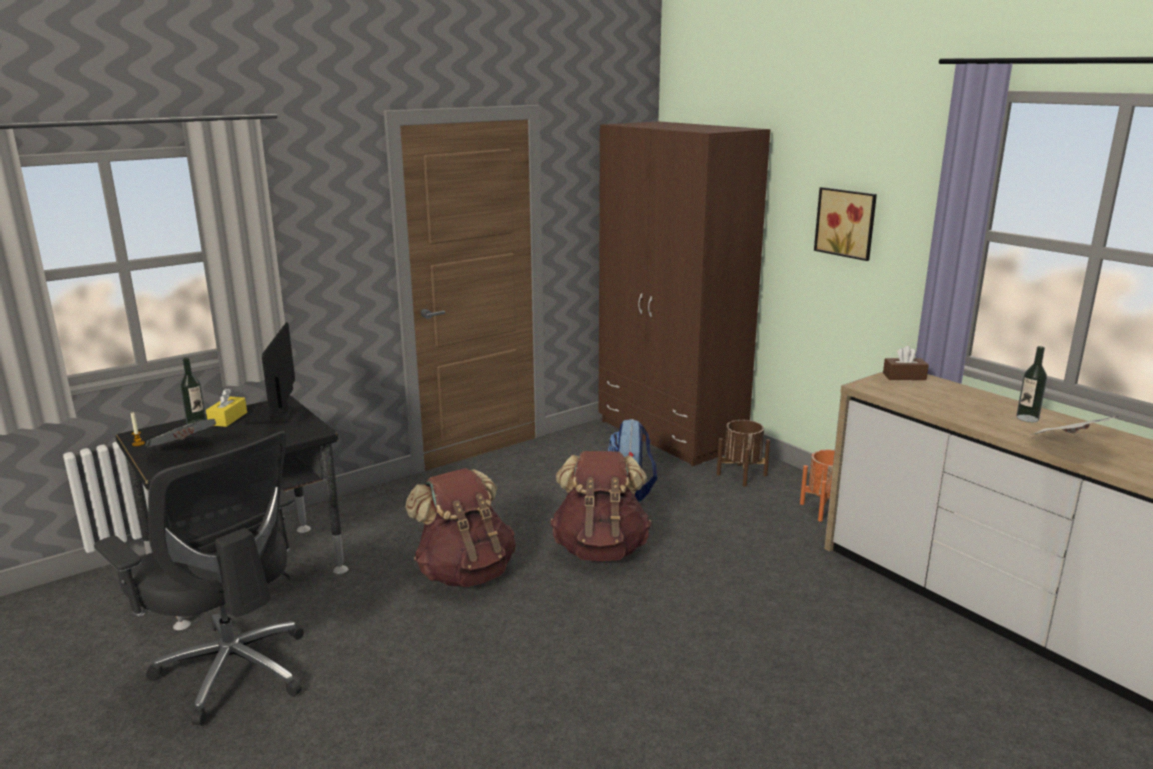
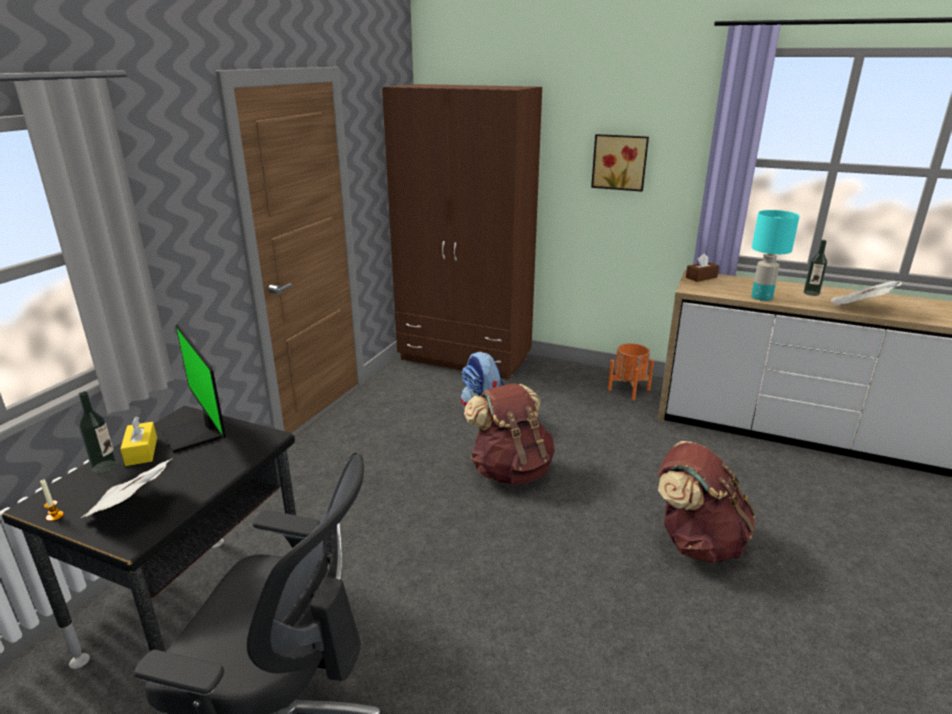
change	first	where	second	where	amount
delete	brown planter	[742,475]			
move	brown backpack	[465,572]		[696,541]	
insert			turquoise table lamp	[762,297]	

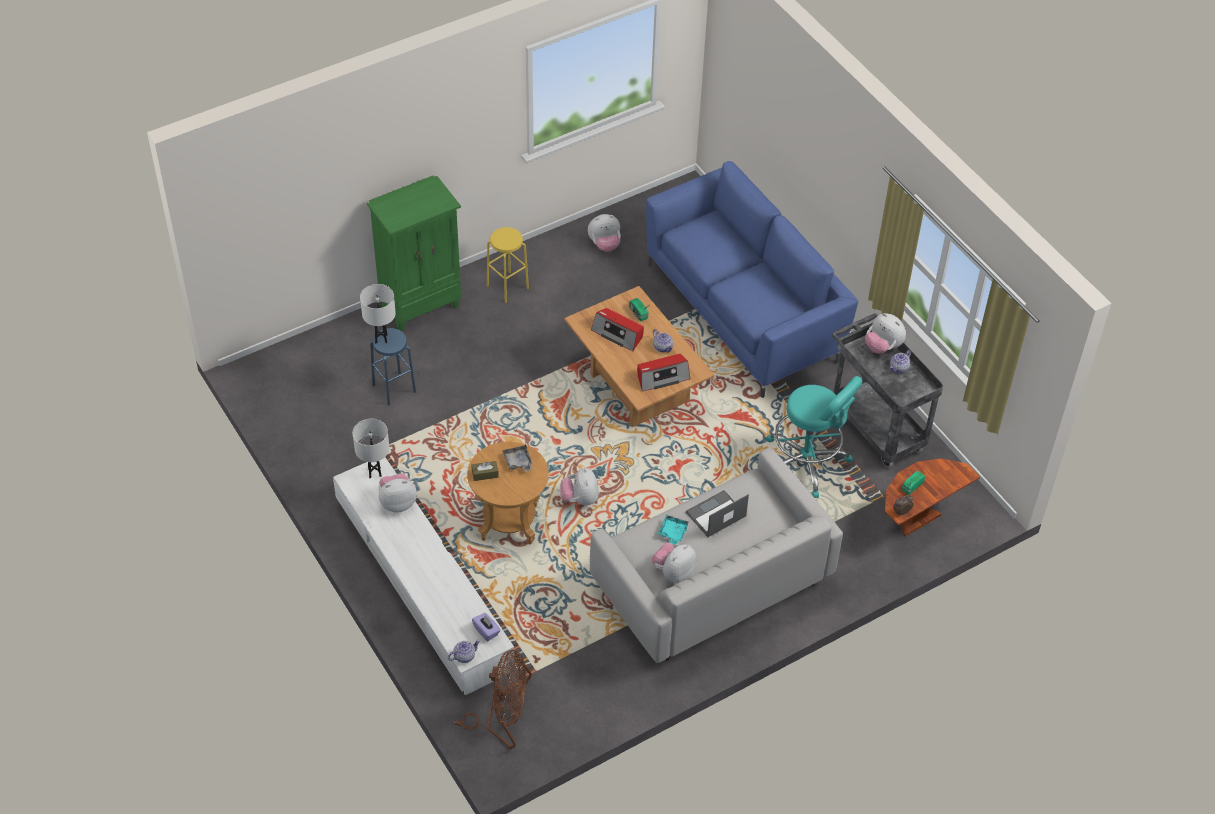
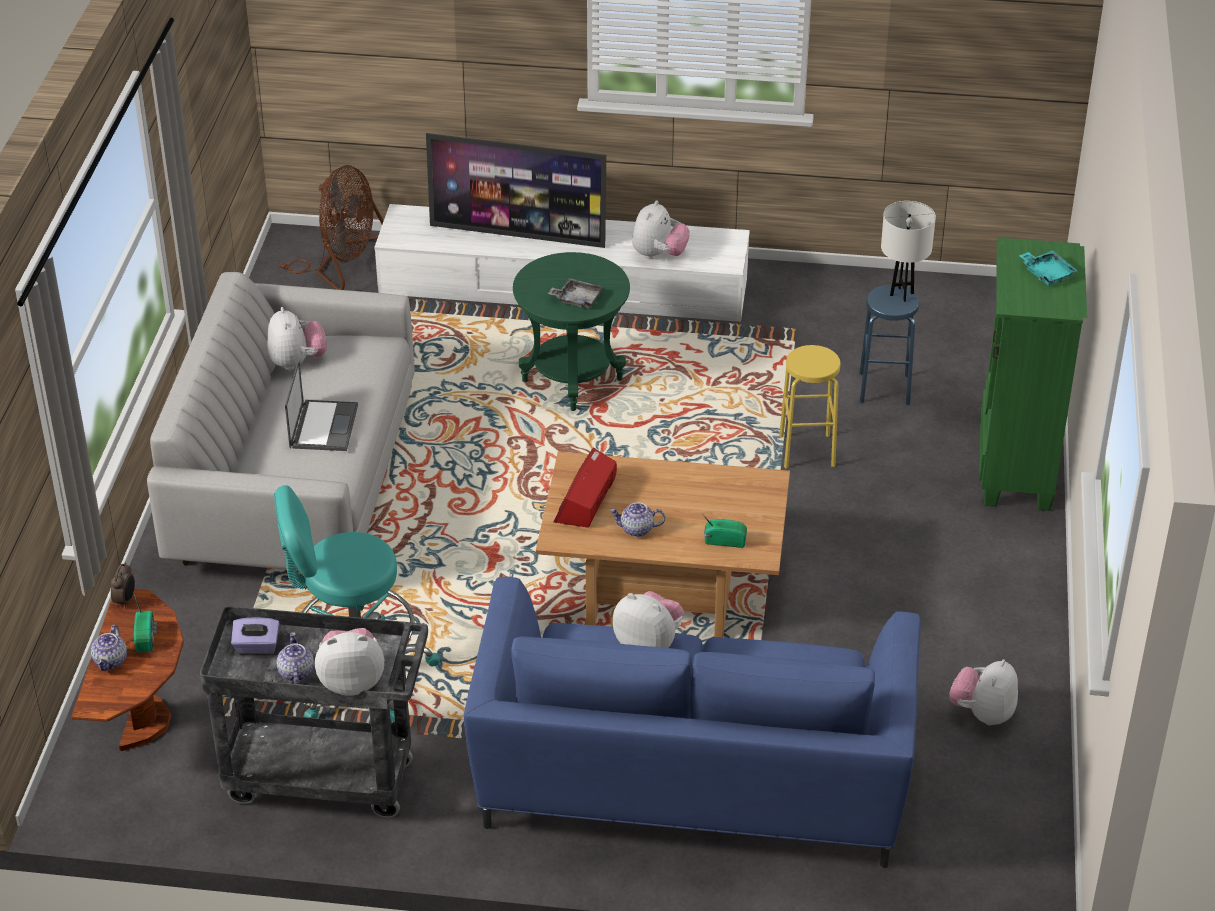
change	first	where	second	where	amount
move	yellow stool	[507,287]		[806,451]	
delete	radio	[618,334]			
delete	white table lamp	[374,473]			
recolor	brown side table	[509,522]	green side table	[572,380]	
delete	brown tissue box	[485,474]			
move	plush toy	[580,499]		[648,644]	
move	turquoise tray	[672,533]		[1047,273]	
move	purple tissue box	[486,631]		[256,647]	
move	teapot	[464,656]		[111,661]	
rotate	brown fan	[502,715]		[339,264]	120 degrees counterclockwise
insert			television	[518,235]	

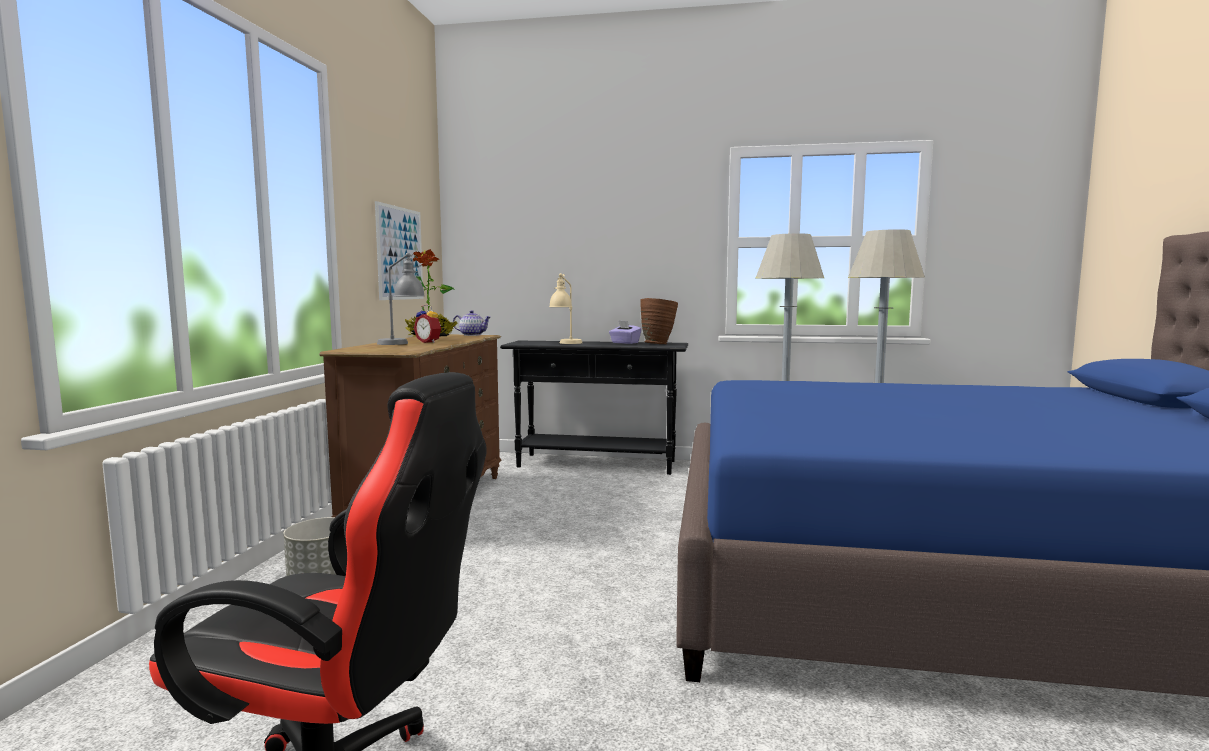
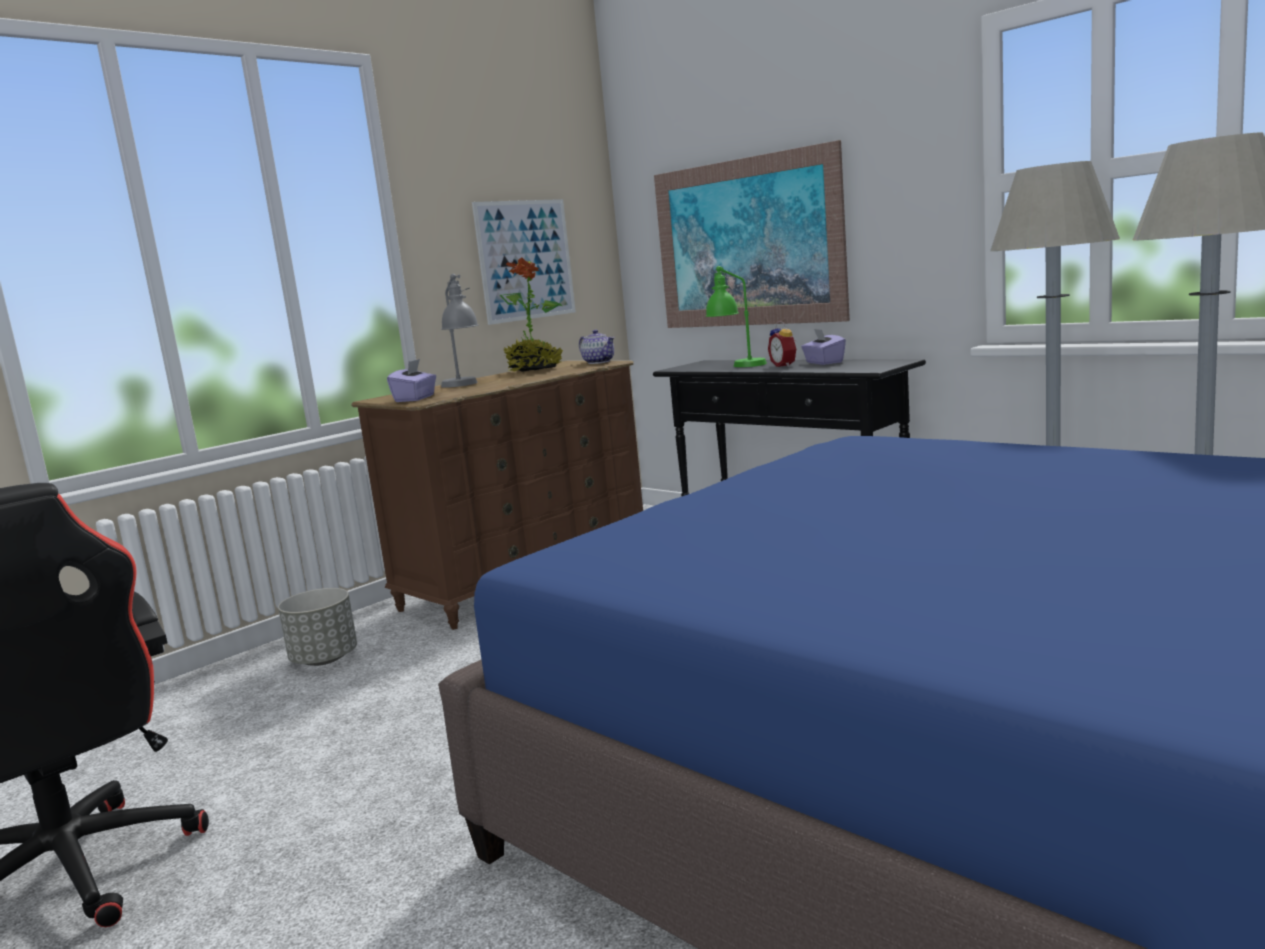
change	first	where	second	where	amount
recolor	beige table lamp	[566,343]	green table lamp	[738,367]	
delete	brown vase	[658,344]			
move	alarm clock	[429,342]		[785,365]	
insert			picture	[747,243]	
insert			purple tissue box	[415,399]	

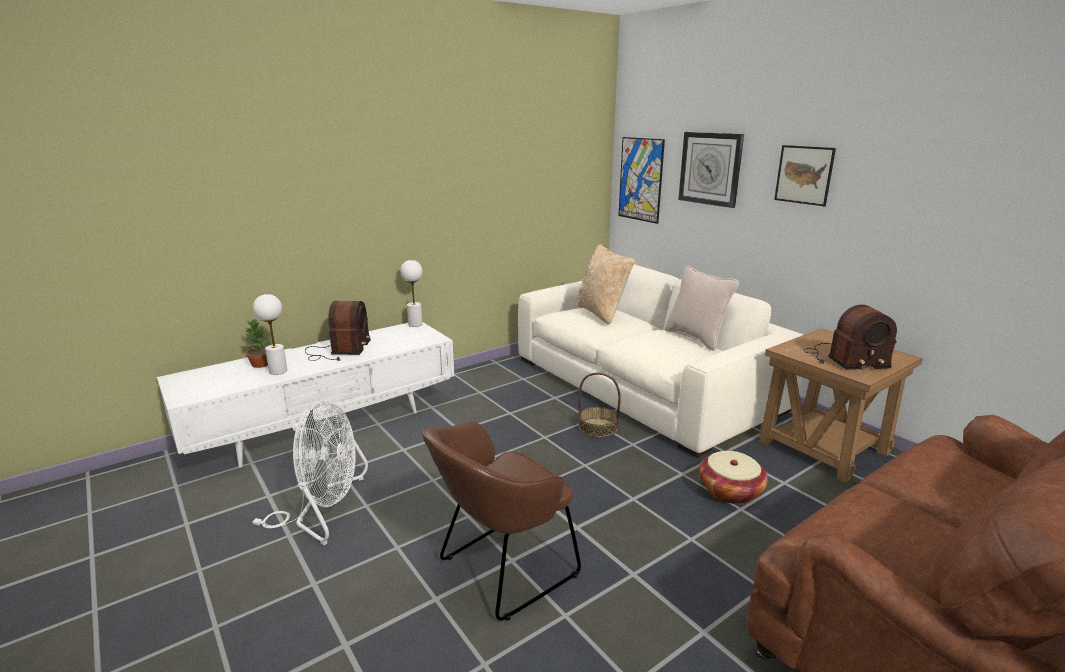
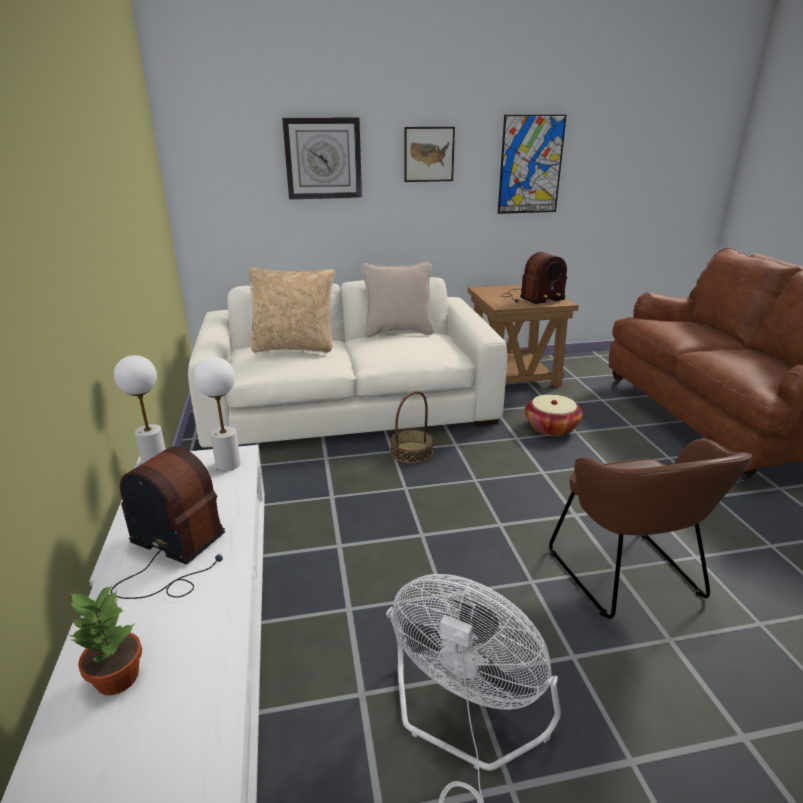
change	first	where	second	where	amount
move	picture	[640,179]		[530,165]	
move	white table lamp	[278,371]		[228,464]	
rotate	radio	[843,359]		[531,298]	45 degrees clockwise

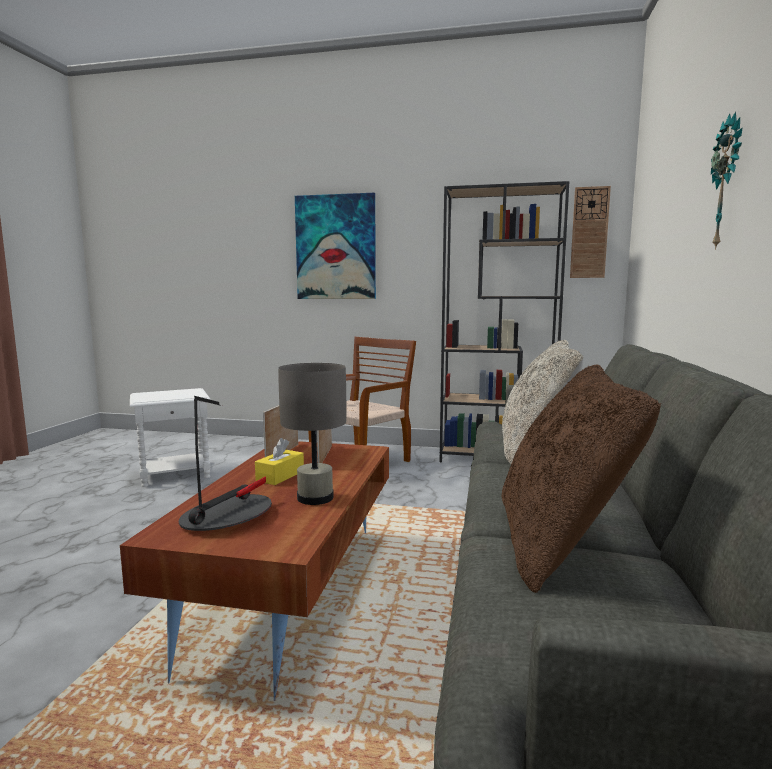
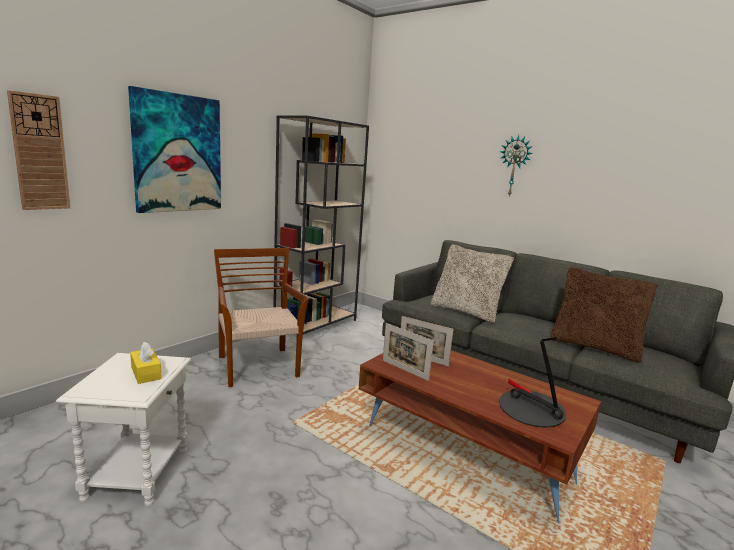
change	first	where	second	where	amount
move	wall clock	[589,233]		[40,153]	
delete	grey table lamp	[316,498]			
move	yellow tissue box	[280,476]		[146,373]	

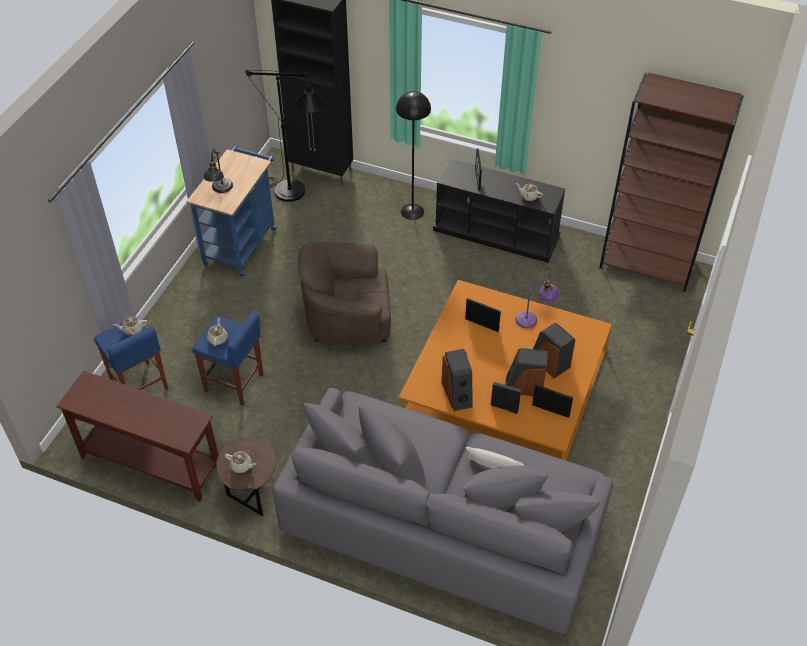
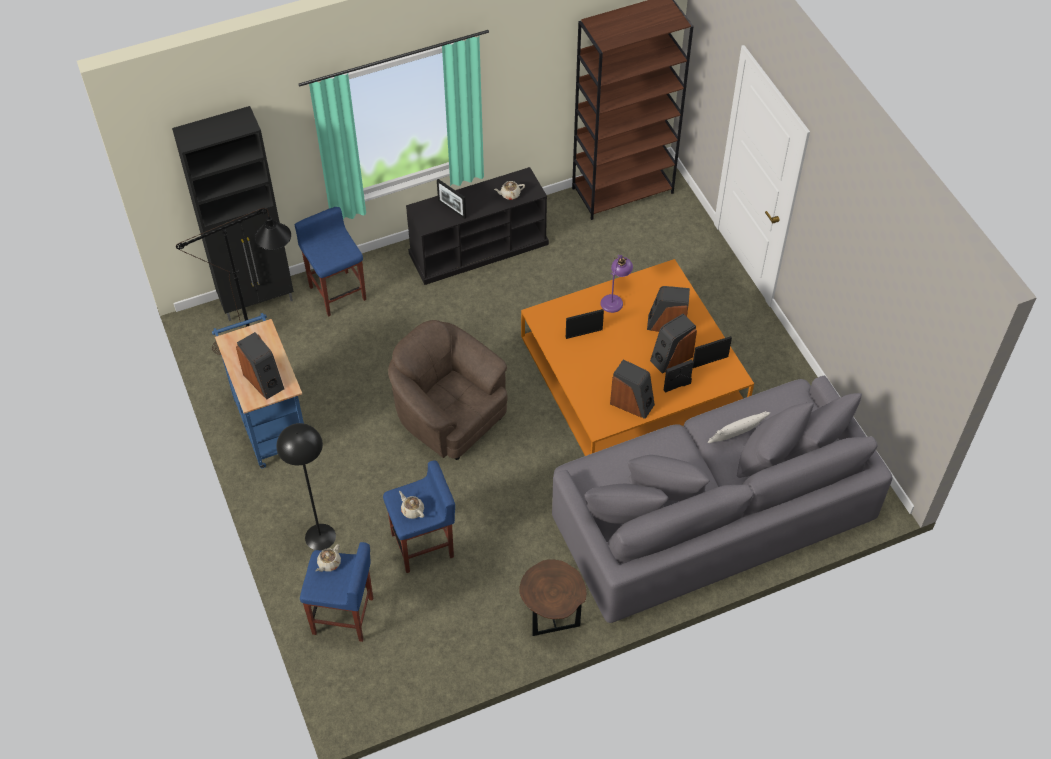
change	first	where	second	where	amount
move	black floor lamp	[412,211]		[320,536]	
replace	grey table lamp	[220,192]	speaker	[264,380]	
rotate	brown armchair	[348,320]		[450,416]	90 degrees clockwise
delete	brown console table	[150,462]			
delete	beige teapot	[241,466]			
insert			blue stool	[337,292]	

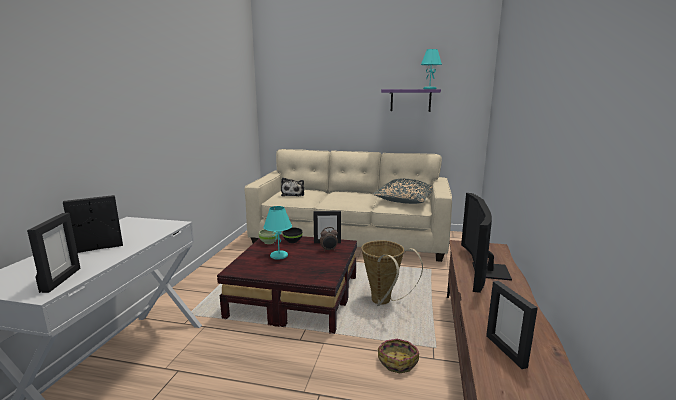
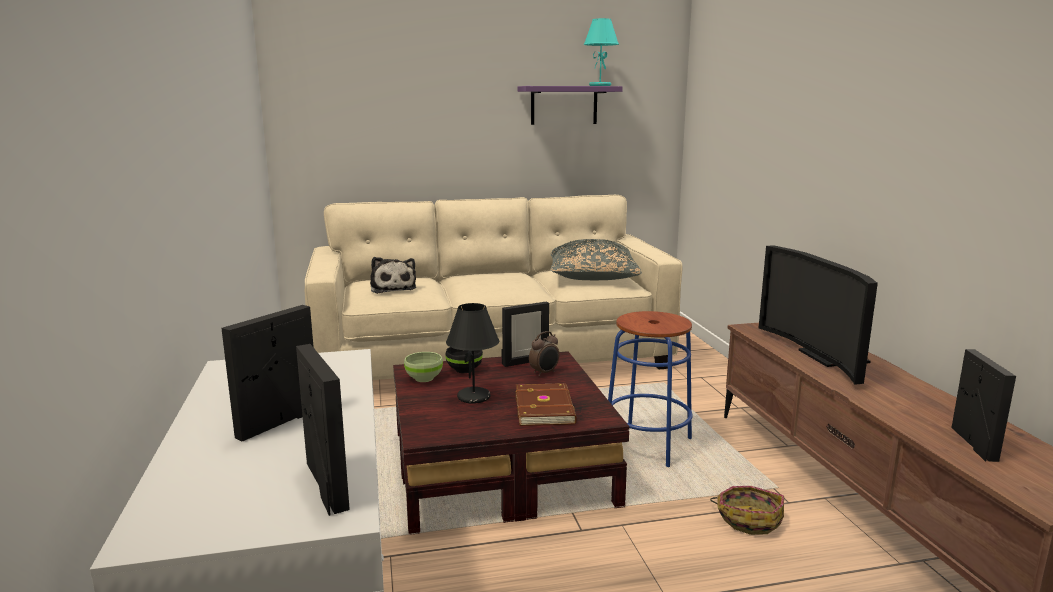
change	first	where	second	where	amount
recolor	turquoise table lamp	[279,256]	black table lamp	[474,397]	
replace	basket	[383,302]	blue stool	[647,444]	
rotate	picture frame	[506,350]		[972,444]	135 degrees counterclockwise
insert			brown book	[546,408]	

